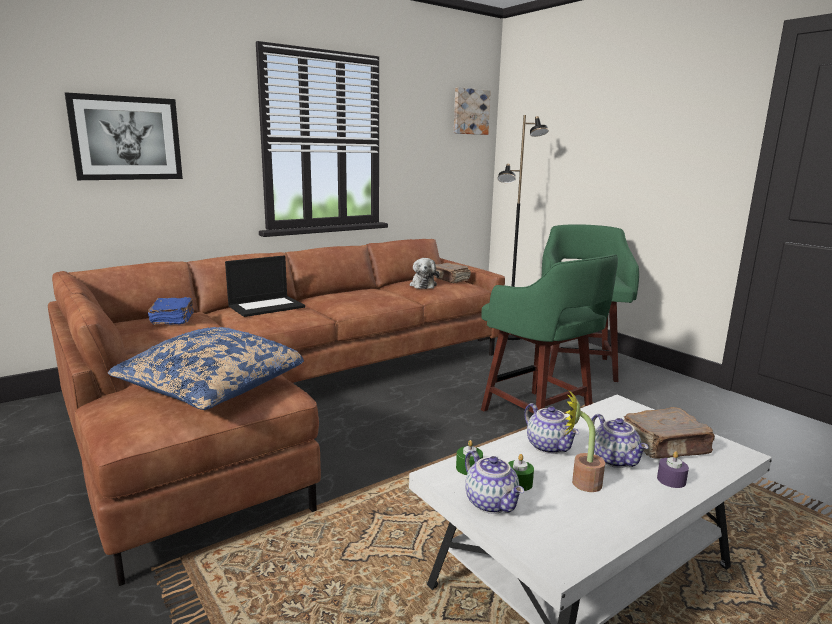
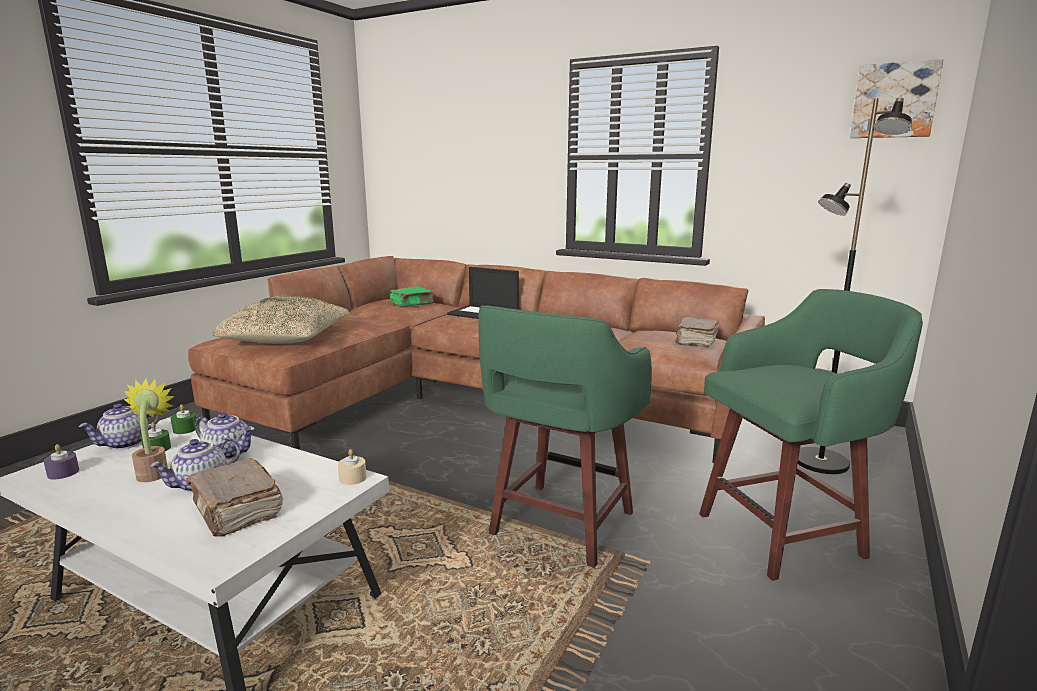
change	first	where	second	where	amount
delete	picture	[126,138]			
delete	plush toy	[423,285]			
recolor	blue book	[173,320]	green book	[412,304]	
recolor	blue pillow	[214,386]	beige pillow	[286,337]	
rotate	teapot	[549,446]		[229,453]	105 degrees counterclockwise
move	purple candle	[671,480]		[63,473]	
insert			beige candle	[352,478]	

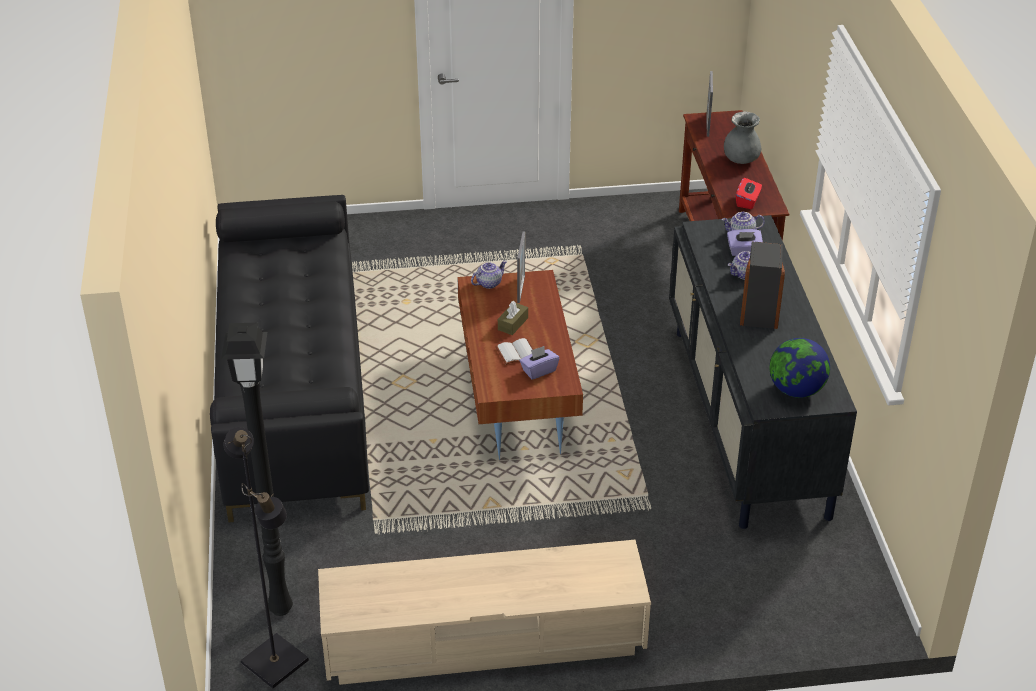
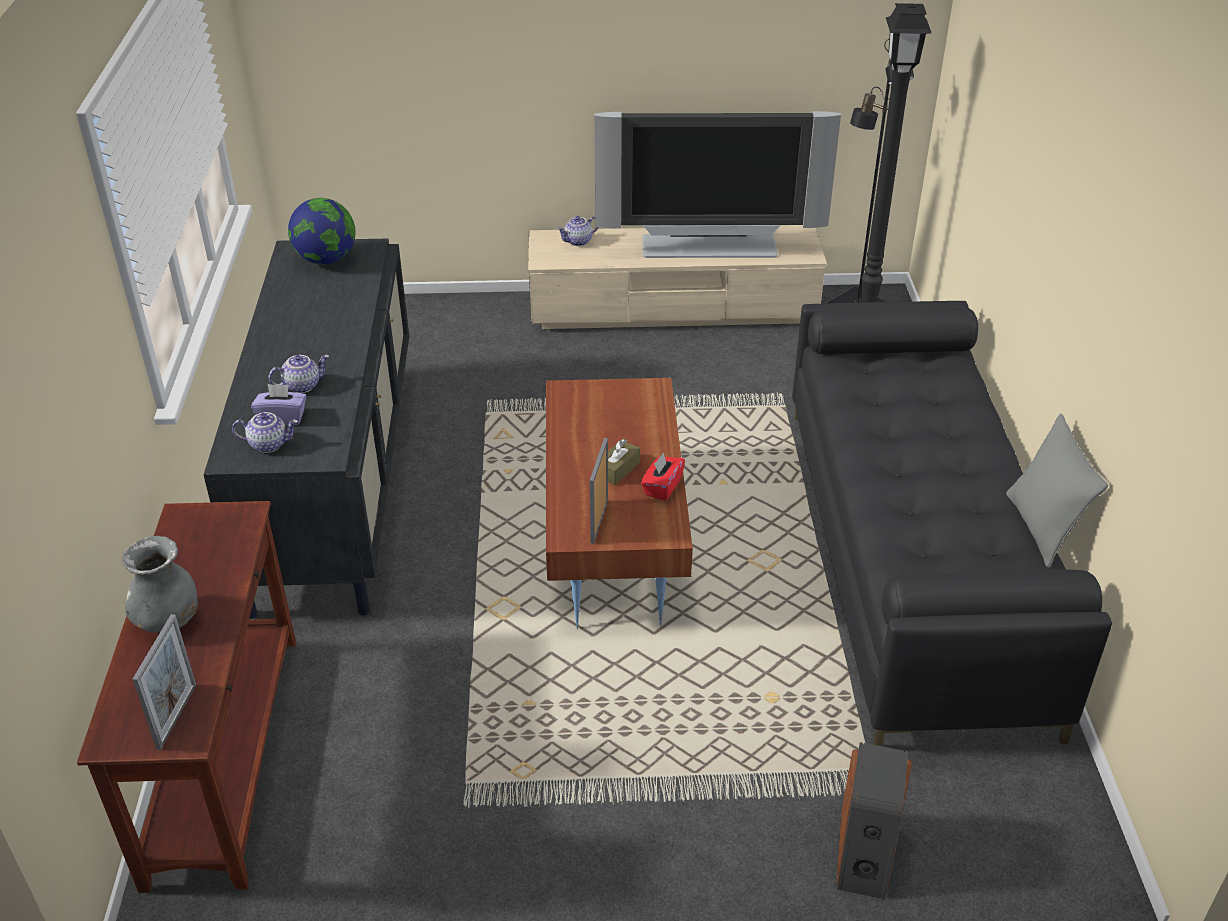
change	first	where	second	where	amount
move	red tissue box	[747,201]		[662,487]	
move	speaker	[759,309]		[865,854]	
move	teapot	[489,283]		[578,242]	
delete	white book	[516,353]			
delete	purple tissue box	[539,370]			
insert			television	[709,248]	
insert			grey pillow	[1041,528]	

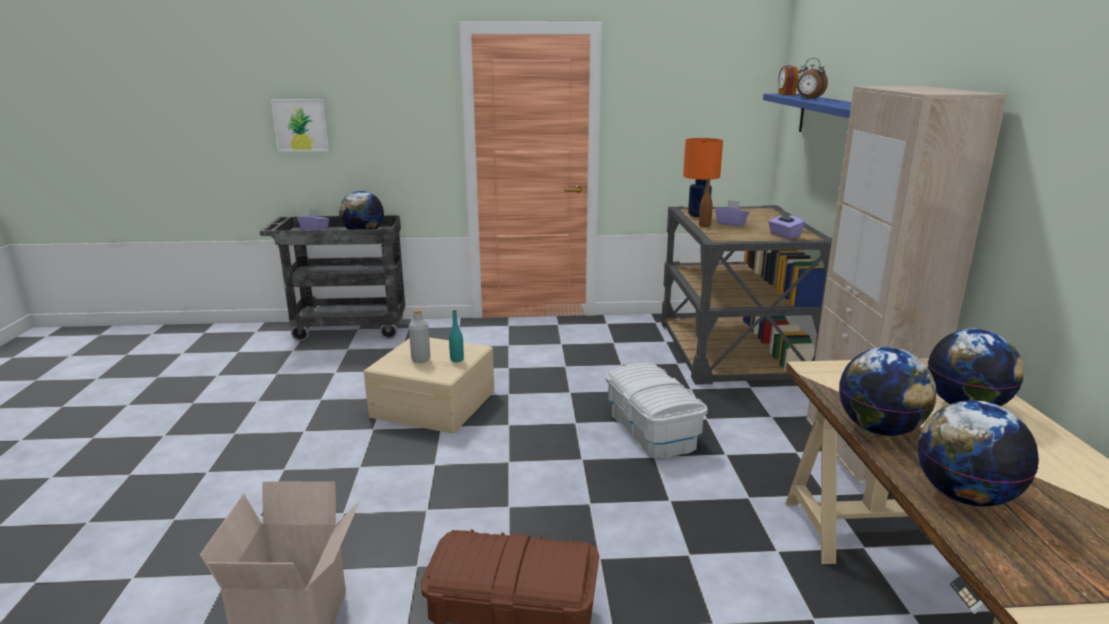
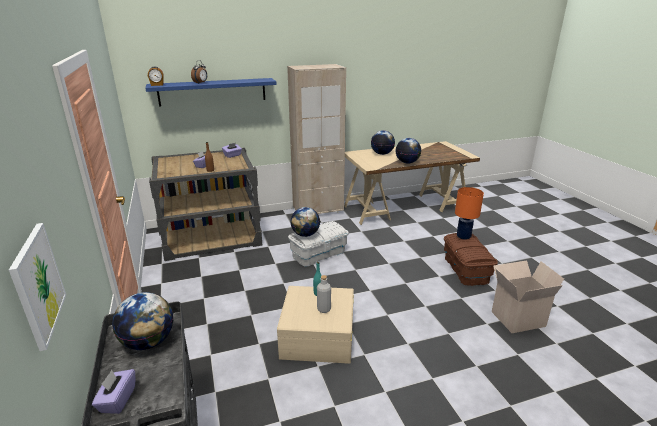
change	first	where	second	where	amount
move	orange table lamp	[698,216]		[463,237]	
move	globe	[964,496]		[305,234]	

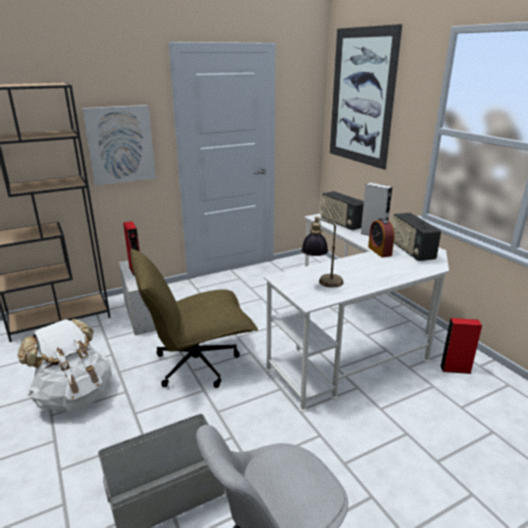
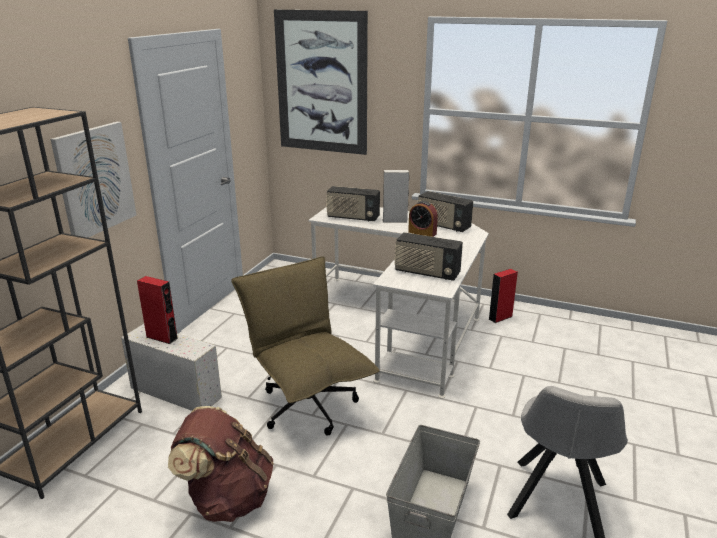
change	first	where	second	where	amount
replace	table lamp	[321,284]	radio	[426,273]	
rotate	beige office chair	[197,364]		[309,407]	120 degrees clockwise
recolor	white backpack	[74,396]	brown backpack	[227,498]	

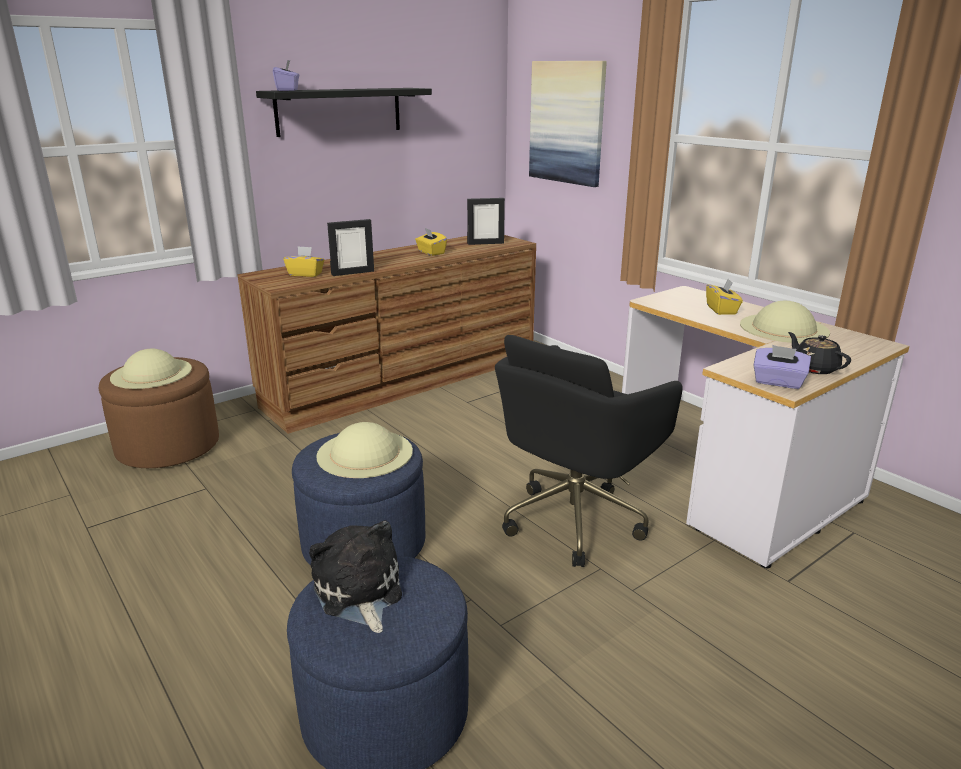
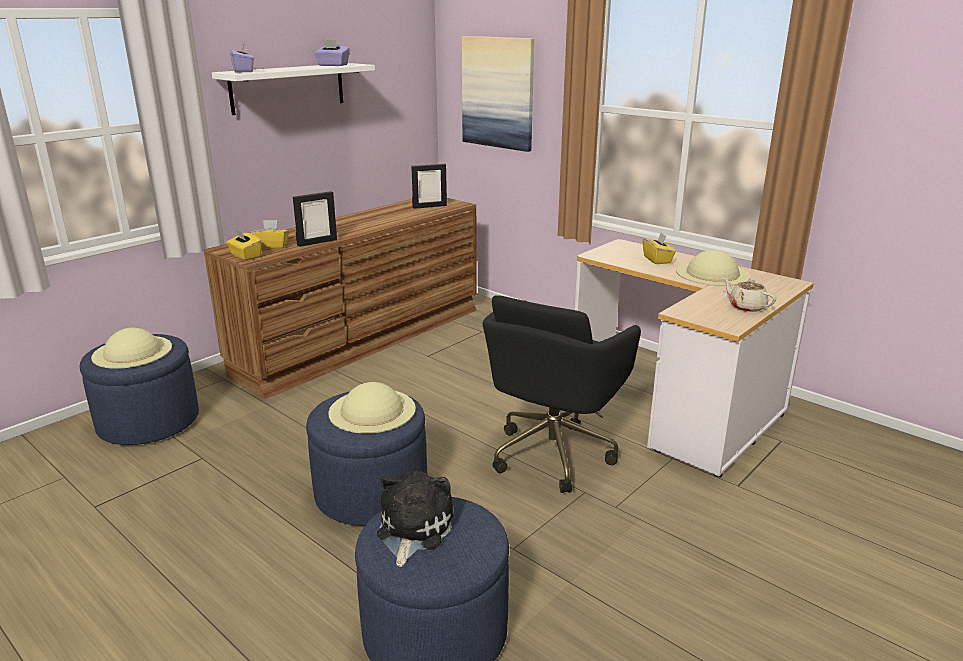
change	first	where	second	where	amount
recolor	black shelf	[339,111]	white shelf	[288,88]	
move	yellow tissue box	[431,252]		[245,256]	
recolor	black teapot	[814,368]	beige teapot	[746,307]	
move	purple tissue box	[778,382]		[332,65]	
recolor	brown ottoman	[168,447]	blue ottoman	[149,422]	
rotate	plush toy	[359,593]		[412,530]	45 degrees clockwise

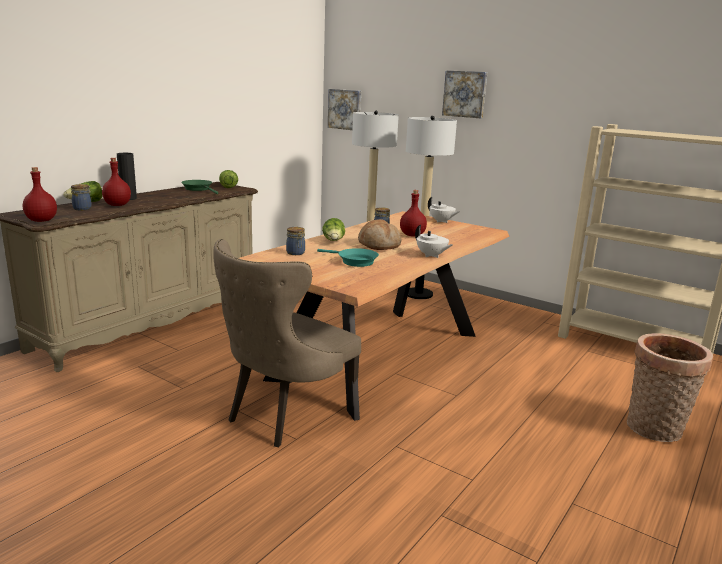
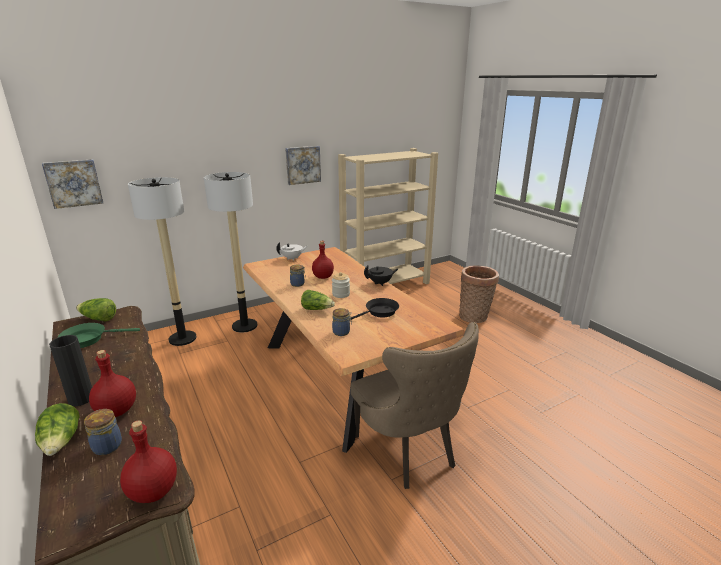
change	first	where	second	where	amount
move	picture	[465,94]		[302,165]	
replace	bread	[379,245]	jar	[341,294]	
recolor	white teapot	[431,256]	black teapot	[380,283]	
recolor	turquoise frying pan	[354,261]	black frying pan	[379,312]	

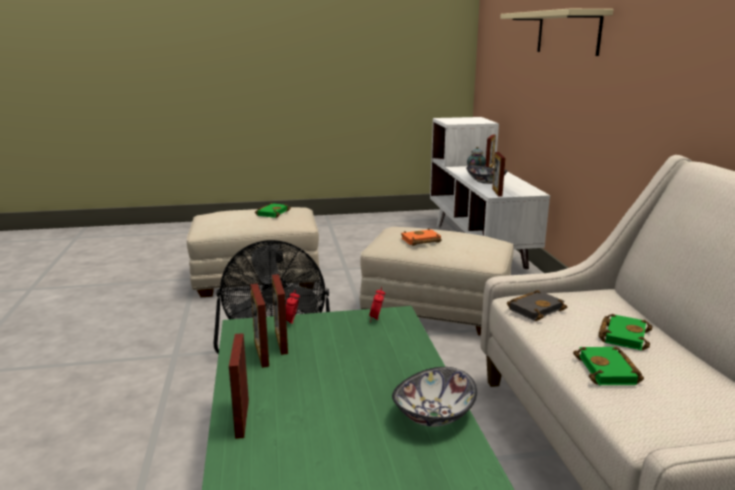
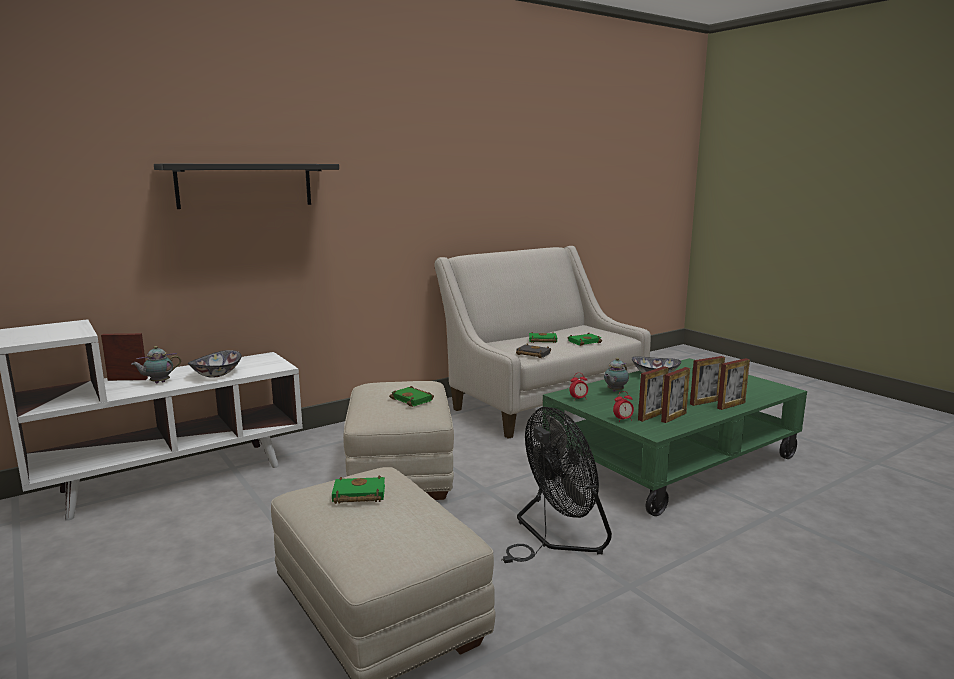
change	first	where	second	where	amount
recolor	beige shelf	[567,33]	black shelf	[245,185]	
move	picture frame	[497,192]		[705,402]	
recolor	orange book	[420,241]	green book	[413,400]	
insert			teapot	[614,391]	

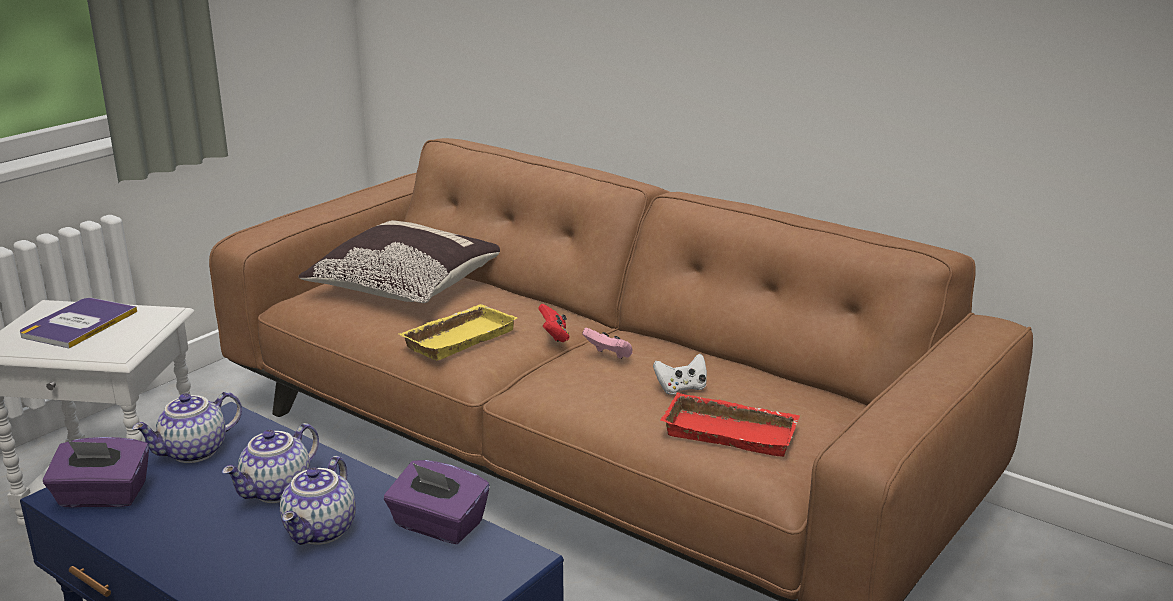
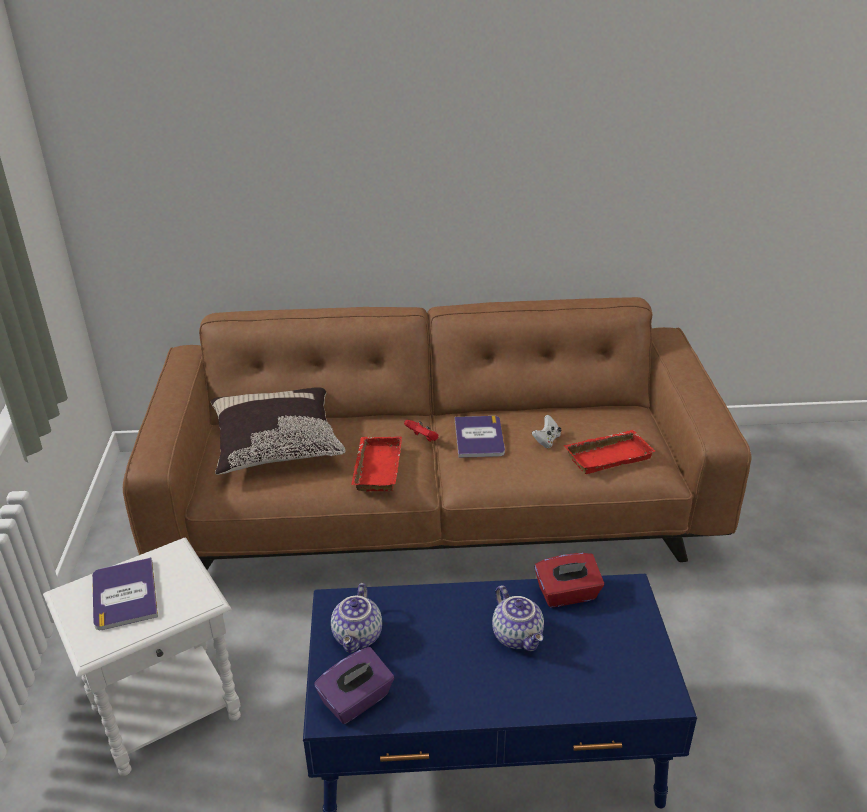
change	first	where	second	where	amount
recolor	yellow tray	[458,337]	red tray	[375,468]	
replace	pink game controller	[609,356]	book	[479,437]	
delete	teapot	[277,491]			
recolor	purple tissue box	[438,525]	red tissue box	[567,594]	

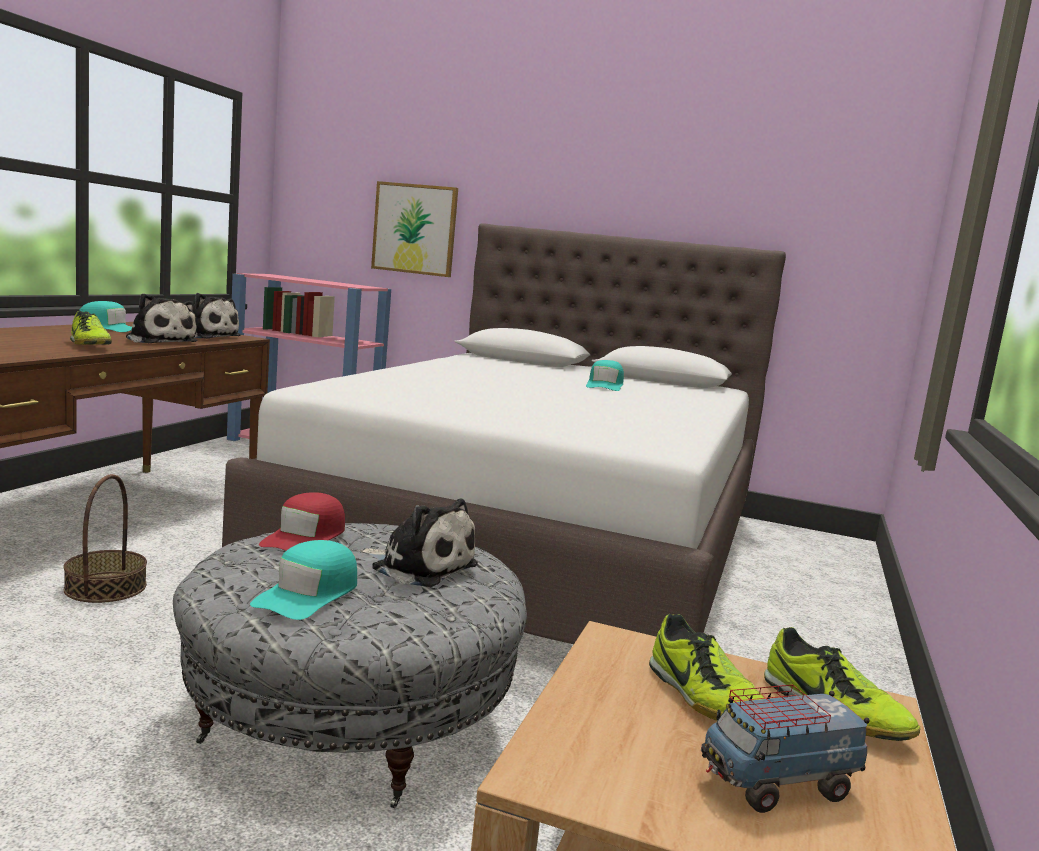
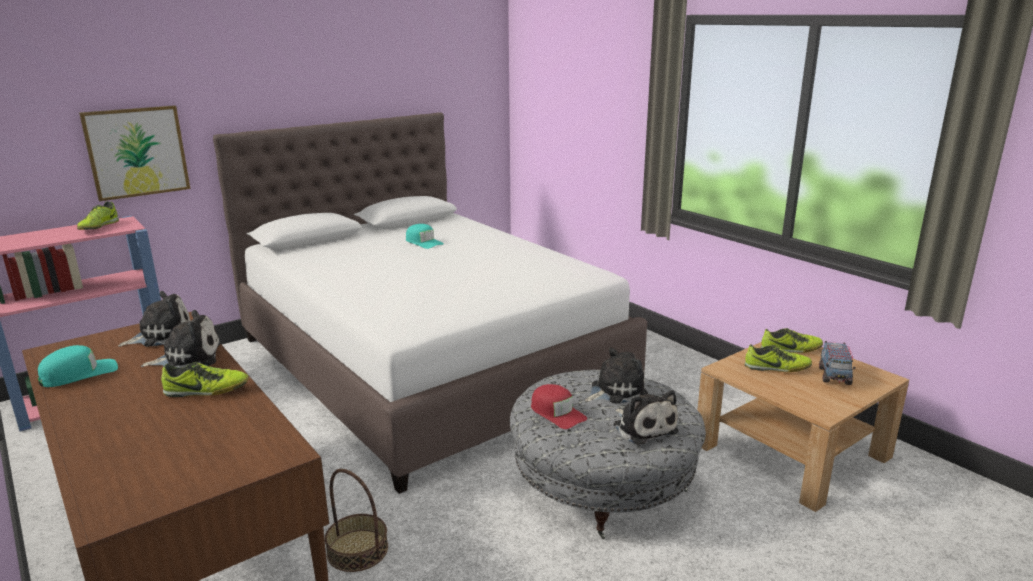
change	first	where	second	where	amount
replace	turquoise cap	[308,594]	plush toy	[643,427]	
insert			shoe	[98,227]	

